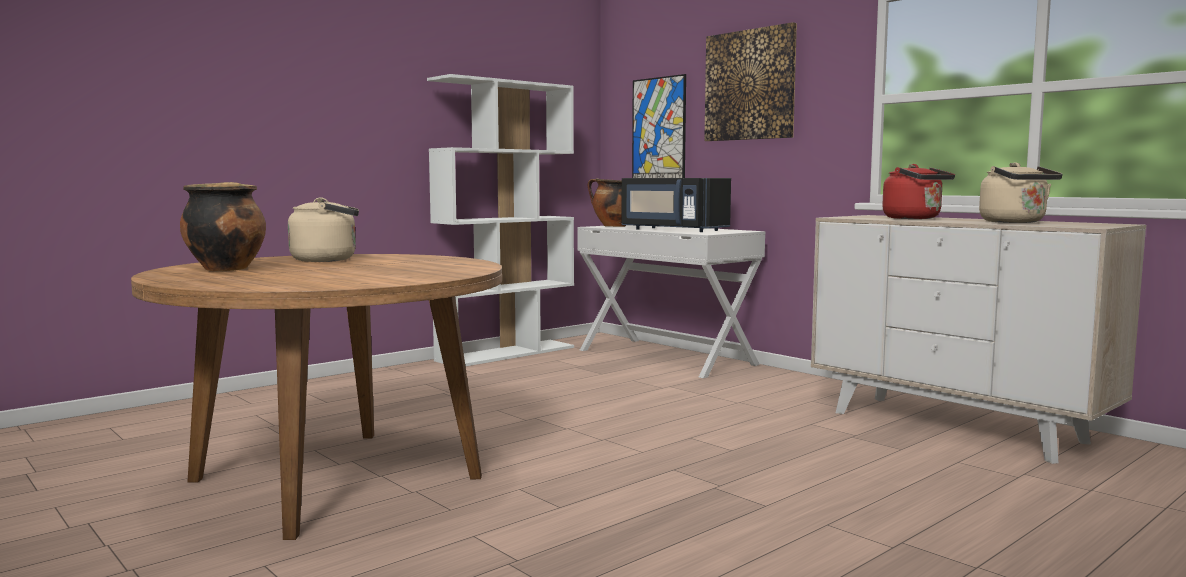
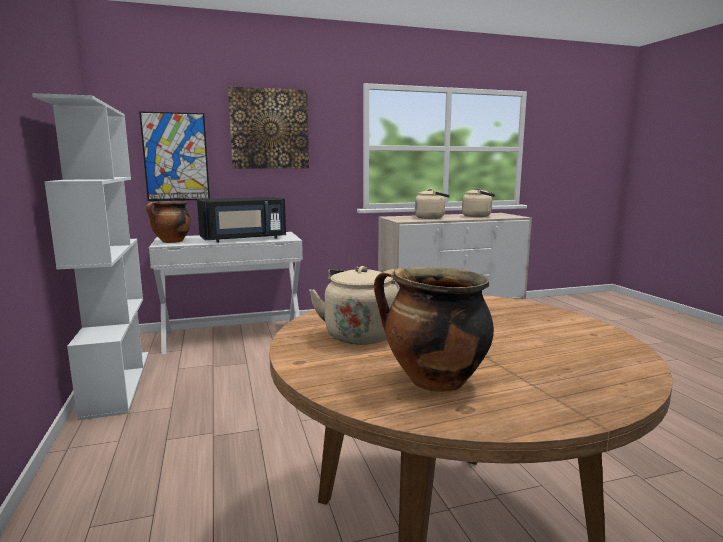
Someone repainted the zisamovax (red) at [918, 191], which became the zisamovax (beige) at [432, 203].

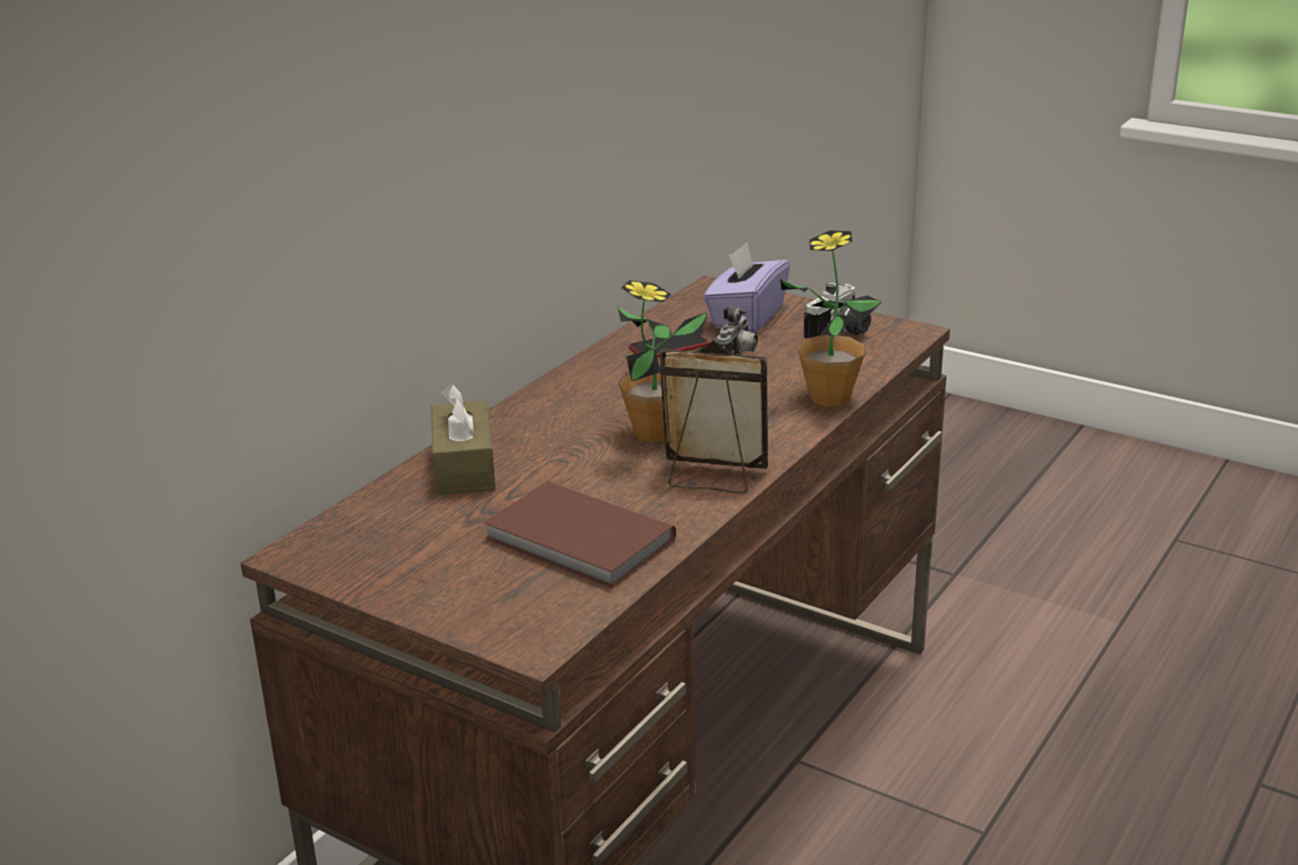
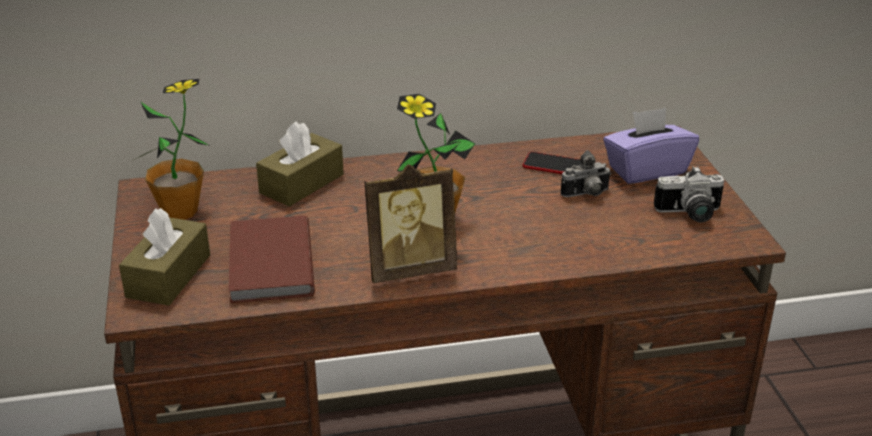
Someone put down the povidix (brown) at [164, 257]. Someone carried the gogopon from [831, 318] to [169, 149]. Someone rotated the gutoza at [714, 416] by 105 degrees clockwise.

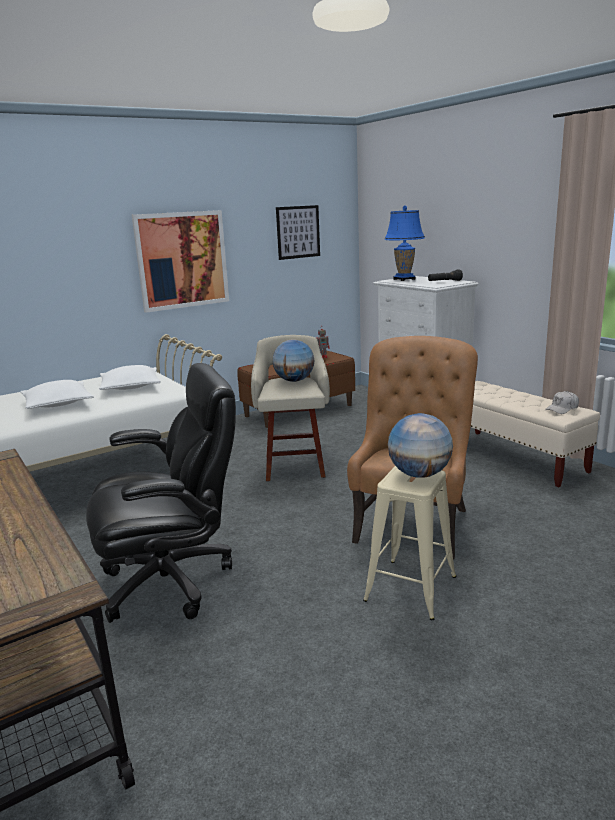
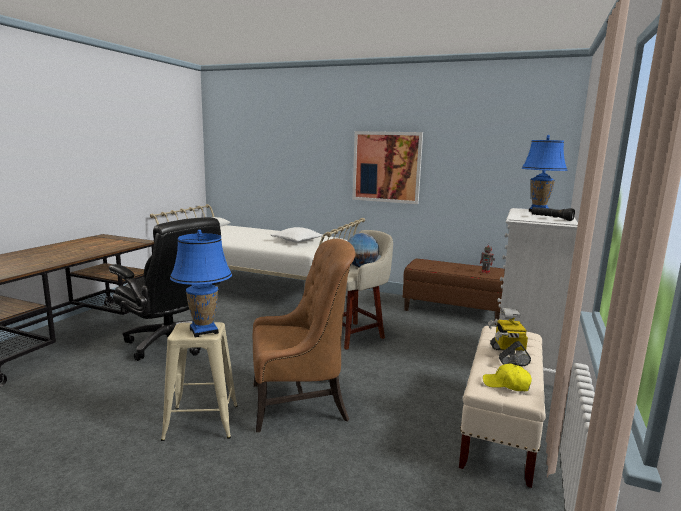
Someone swapped the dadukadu at [420, 445] for the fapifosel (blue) at [201, 283]. Someone repainted the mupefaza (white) at [562, 402], which became the mupefaza (yellow) at [507, 377]. Someone put down the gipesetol at [509, 337]. Someone took away the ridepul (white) at [57, 394]. Someone took away the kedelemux at [298, 232].

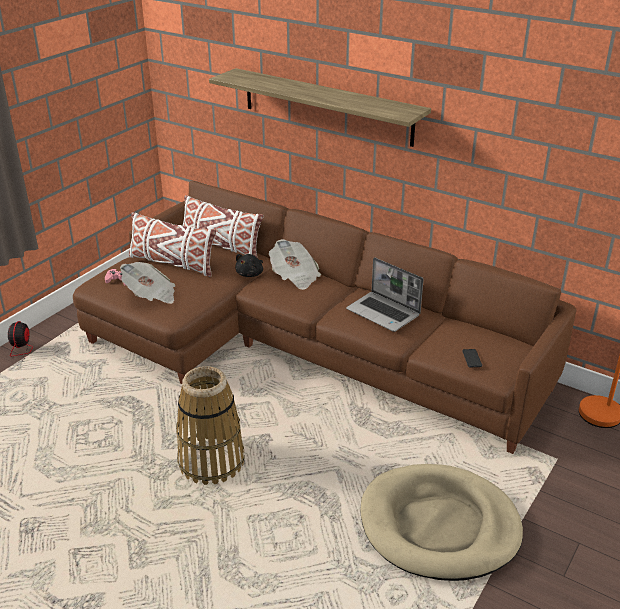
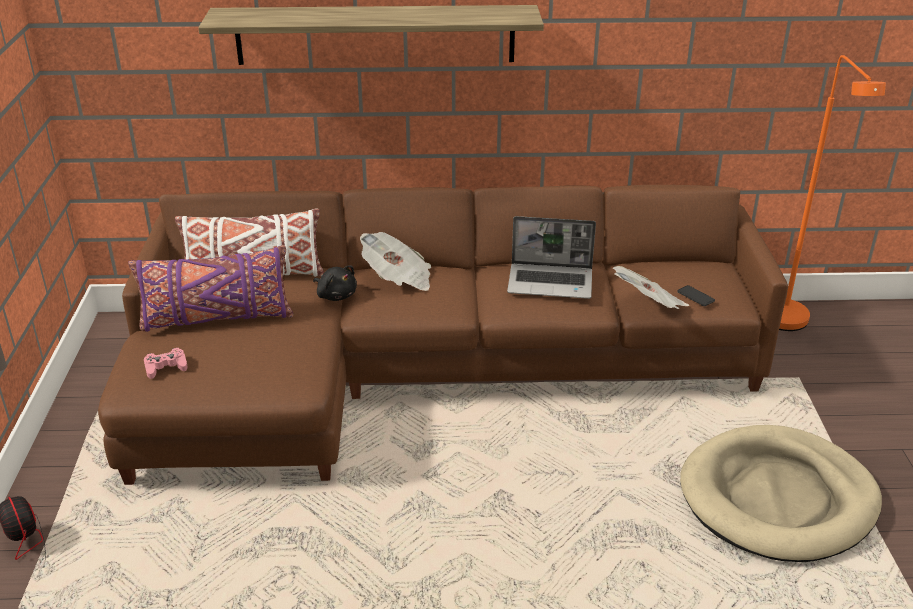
Someone repainted the ridepul (white) at [172, 244], which became the ridepul (purple) at [210, 288]. Someone rotated the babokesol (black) at [249, 265] by 45 degrees counterclockwise. Someone carried the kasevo from [147, 283] to [651, 287]. Someone took away the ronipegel at [210, 425].

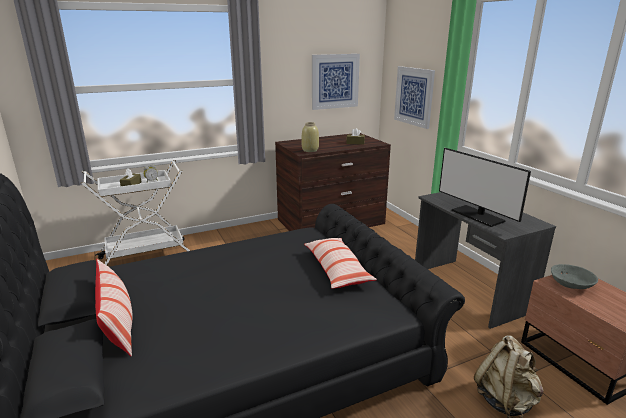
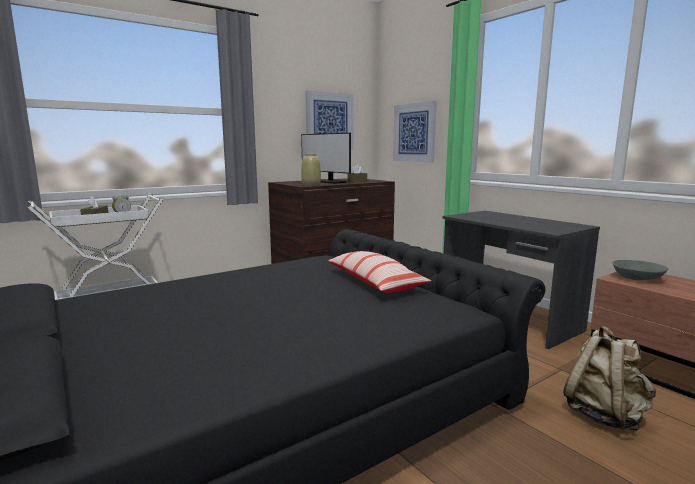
Someone carried the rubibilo from [485, 187] to [326, 158]. Someone took away the ridepul at [114, 307].

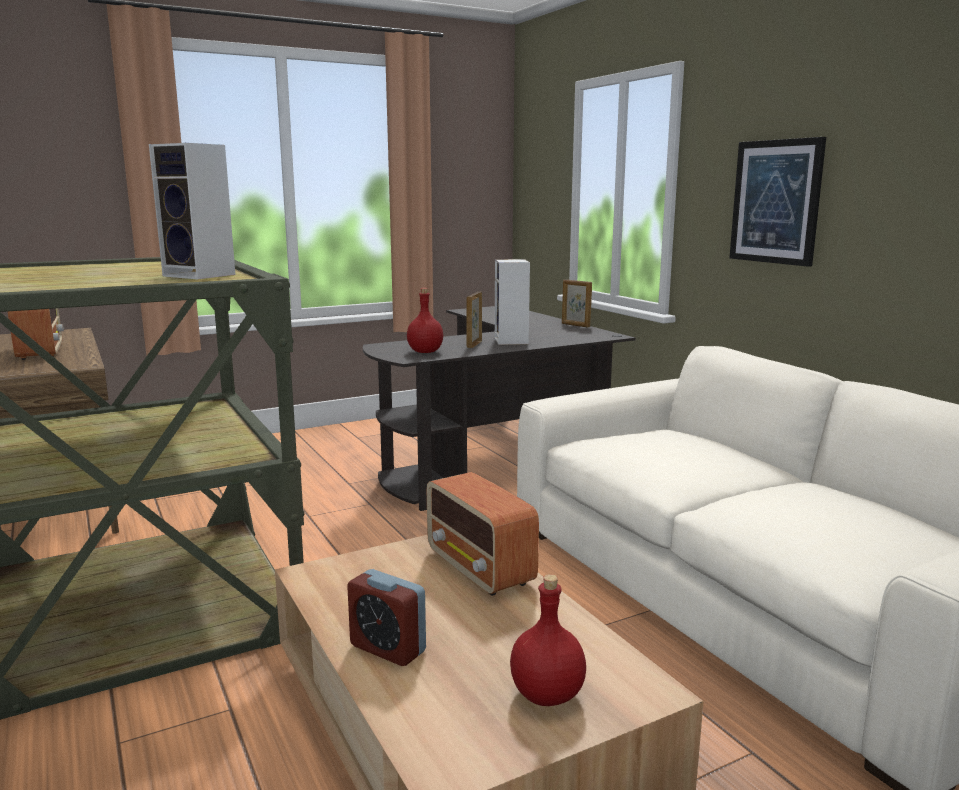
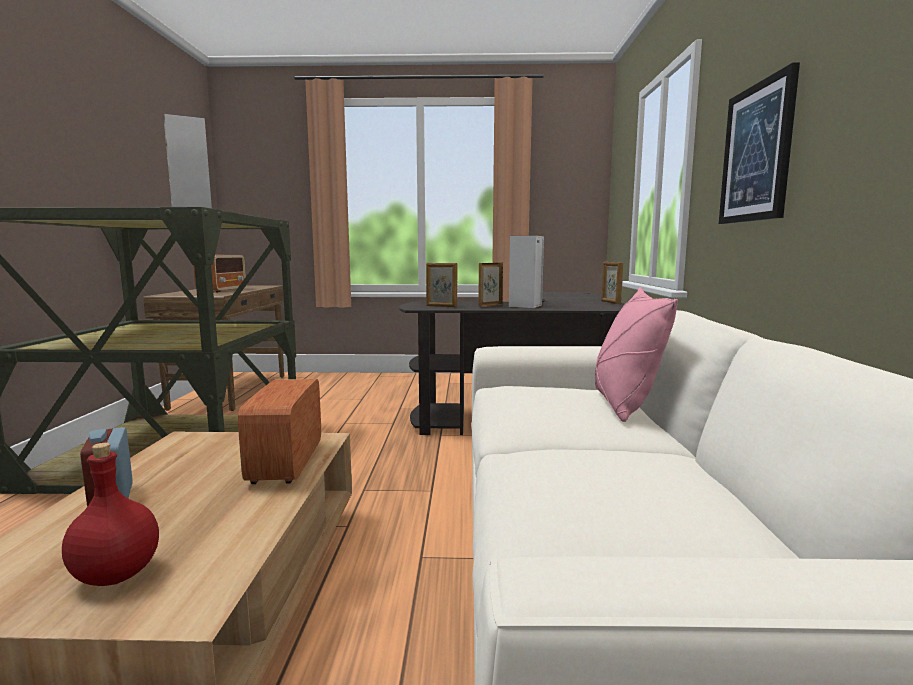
Someone swapped the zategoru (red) at [425, 320] for the gutoza at [441, 285]. Someone put down the ridepul (pink) at [636, 354].

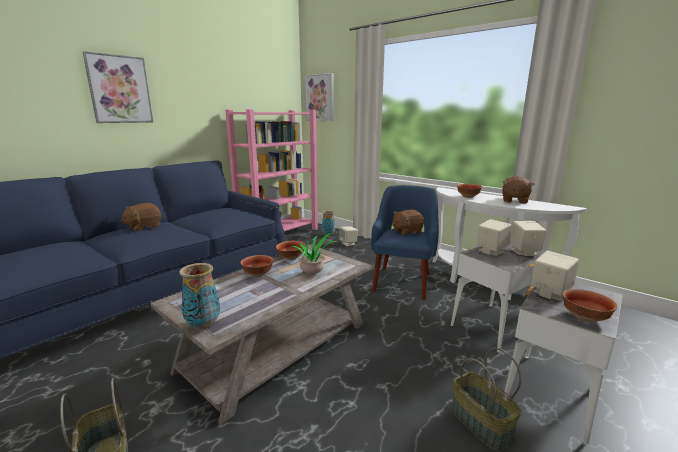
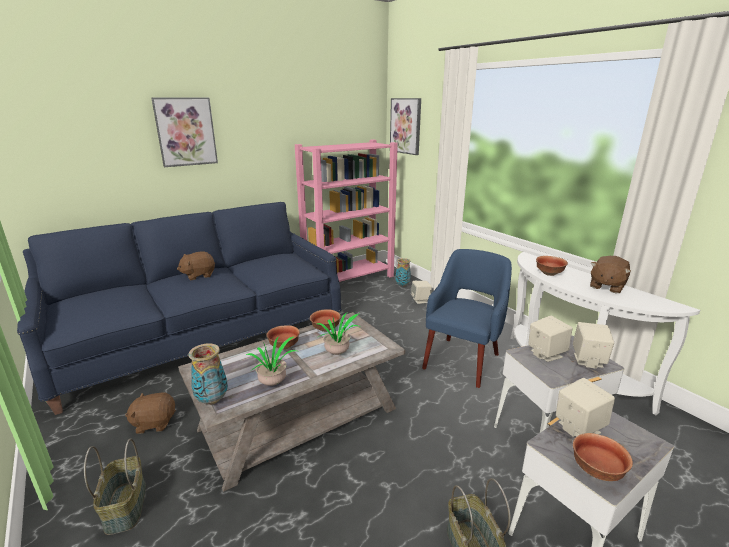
Someone carried the babokesol (brown) from [408, 222] to [150, 413]. Someone put down the gogopon at [271, 361].

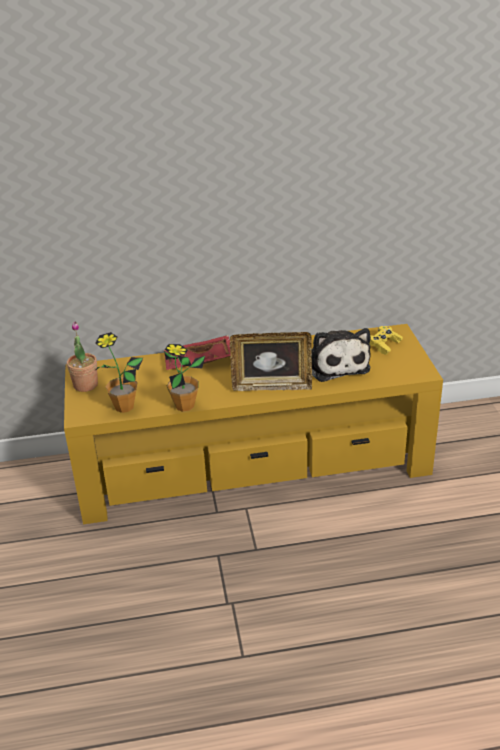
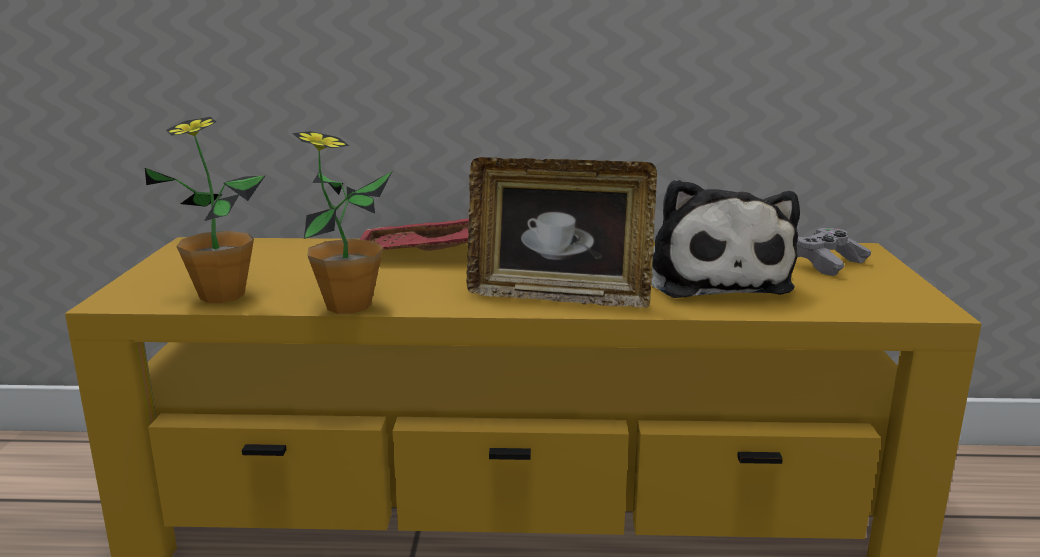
Someone repainted the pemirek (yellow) at [386, 340], which became the pemirek (grey) at [833, 252]. Someone took away the gogopon at [82, 356].

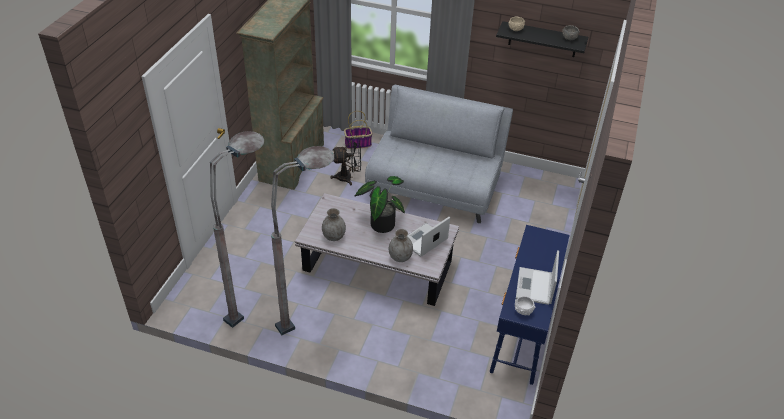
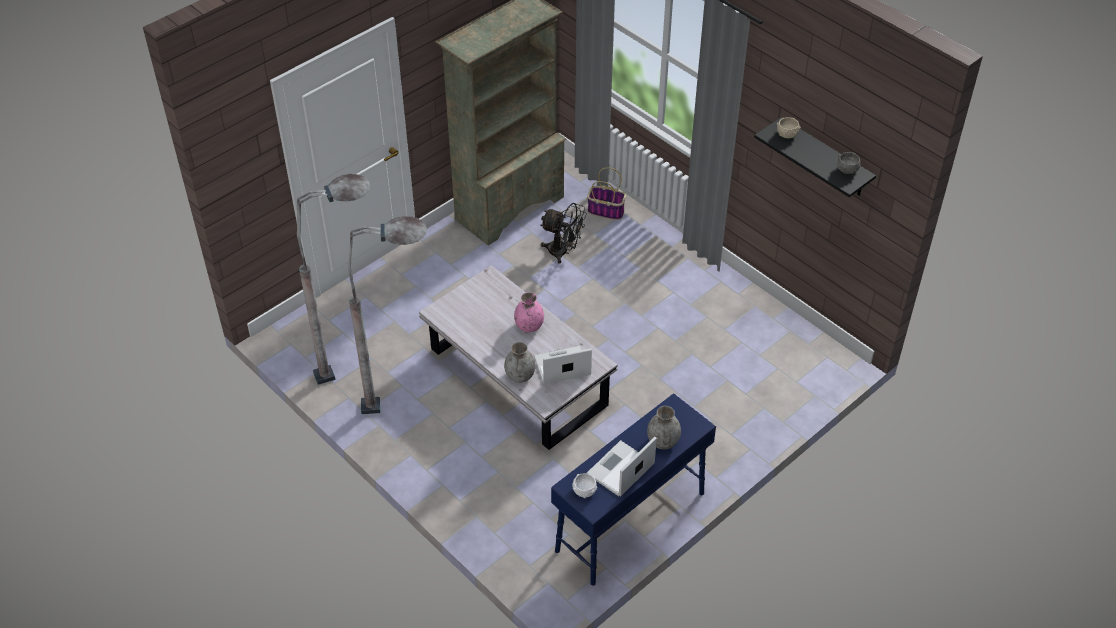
Someone swapped the gogopon at [379, 204] for the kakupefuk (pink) at [529, 312]. Someone carried the kakupefuk (grey) from [334, 224] to [664, 427]. Someone took away the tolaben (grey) at [439, 154].

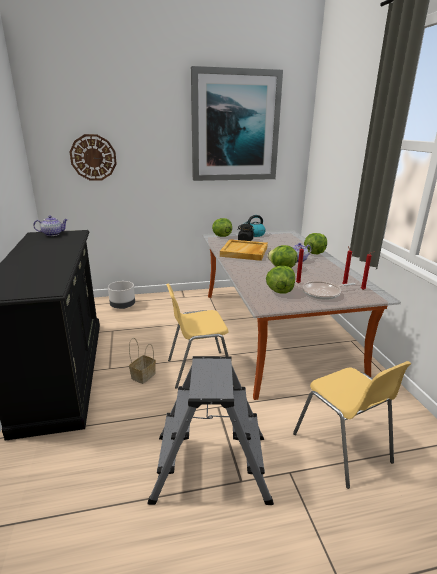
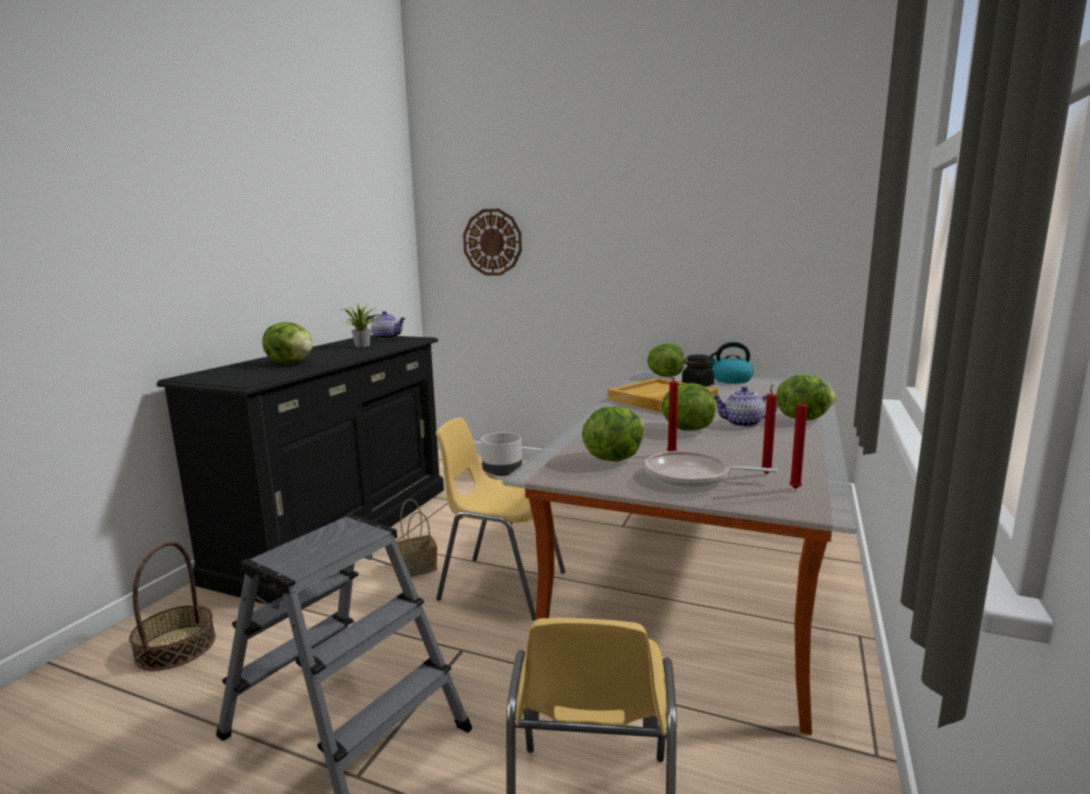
Someone put down the ronipegel at [172, 606]. Someone put down the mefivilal at [287, 343]. Someone put down the gogopon at [362, 325]. Someone took away the kedelemux at [237, 123].

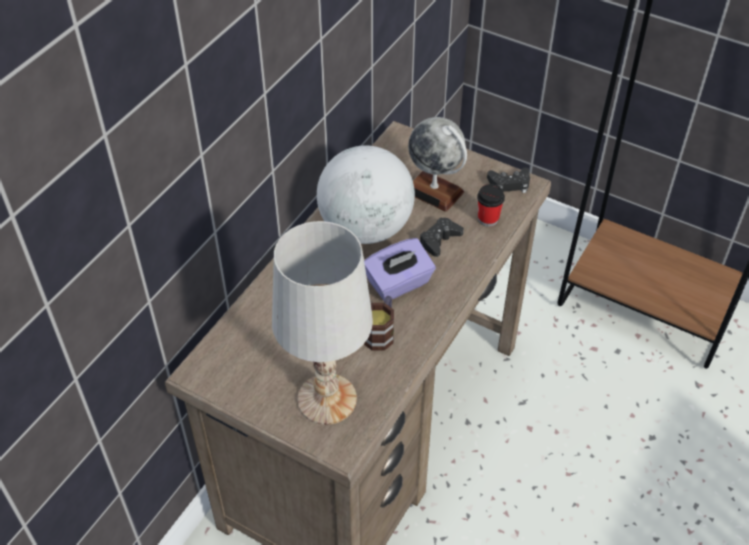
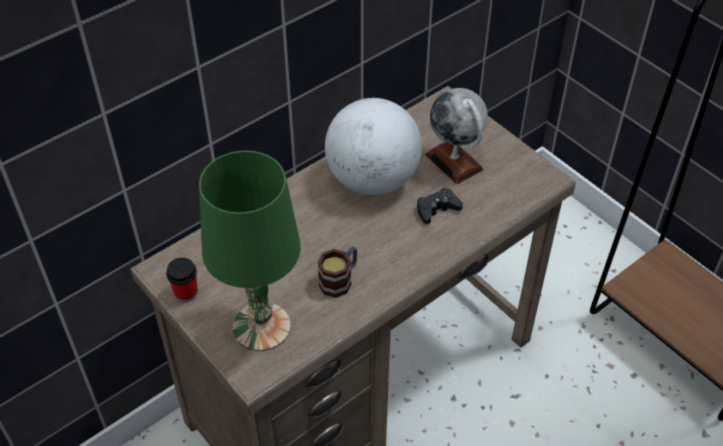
Someone carried the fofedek from [491, 205] to [182, 279]. Someone repainted the fapifosel (white) at [322, 323], which became the fapifosel (green) at [250, 251]. Someone took away the povidix (purple) at [400, 269]. Someone took away the pemirek (black) at [508, 180].

